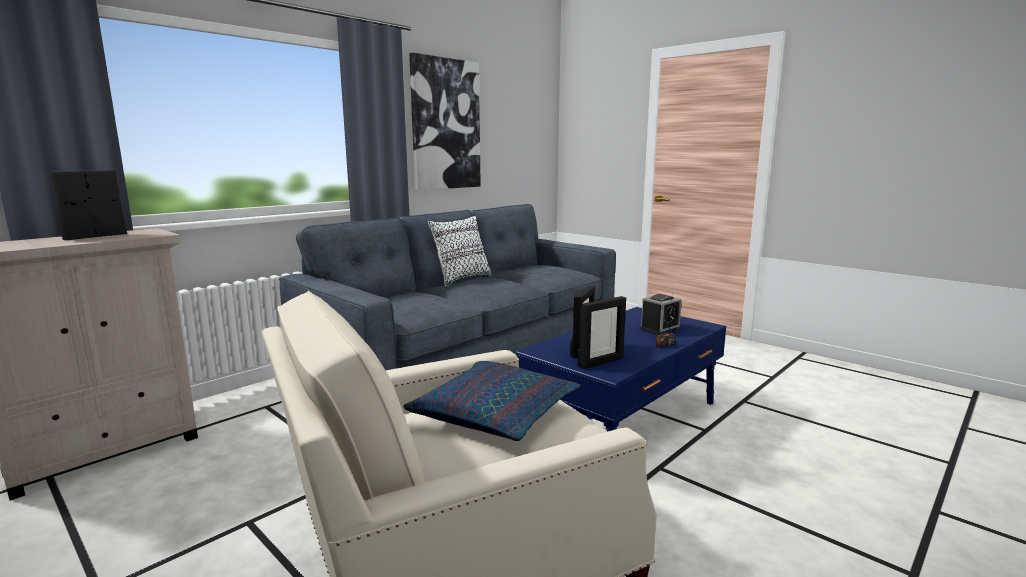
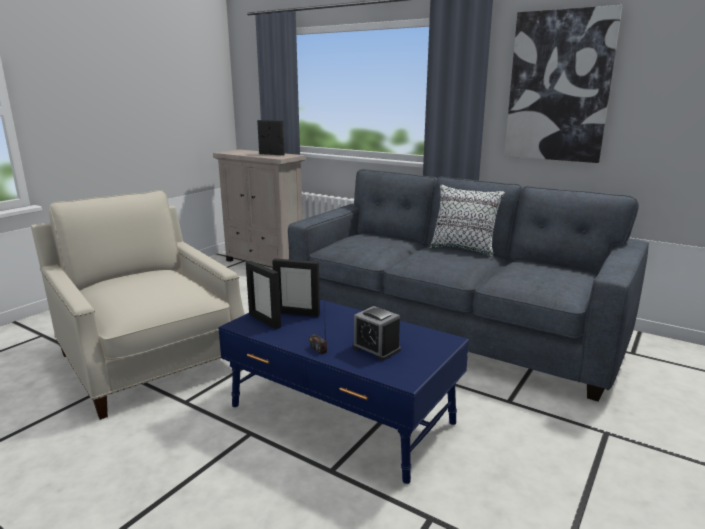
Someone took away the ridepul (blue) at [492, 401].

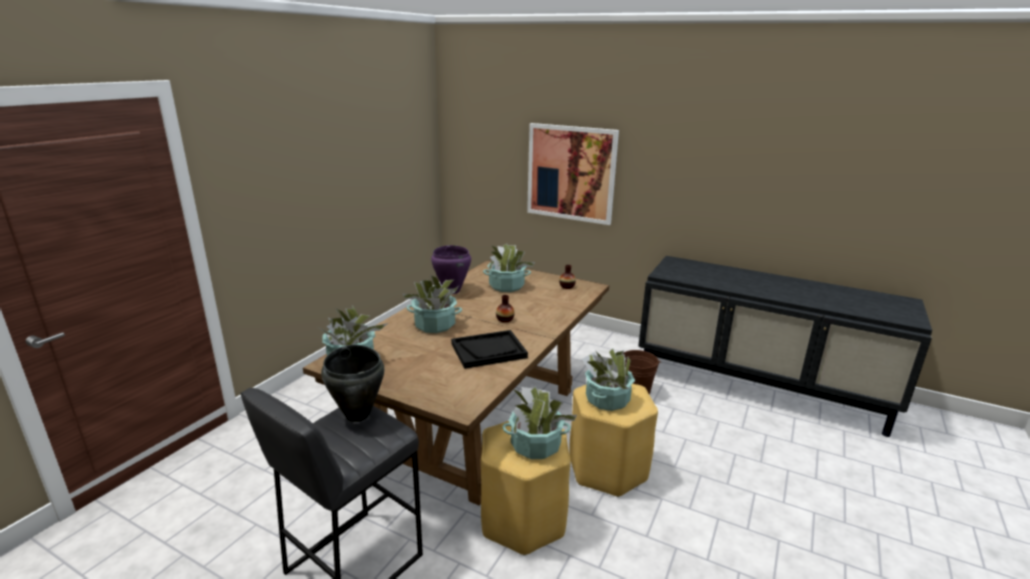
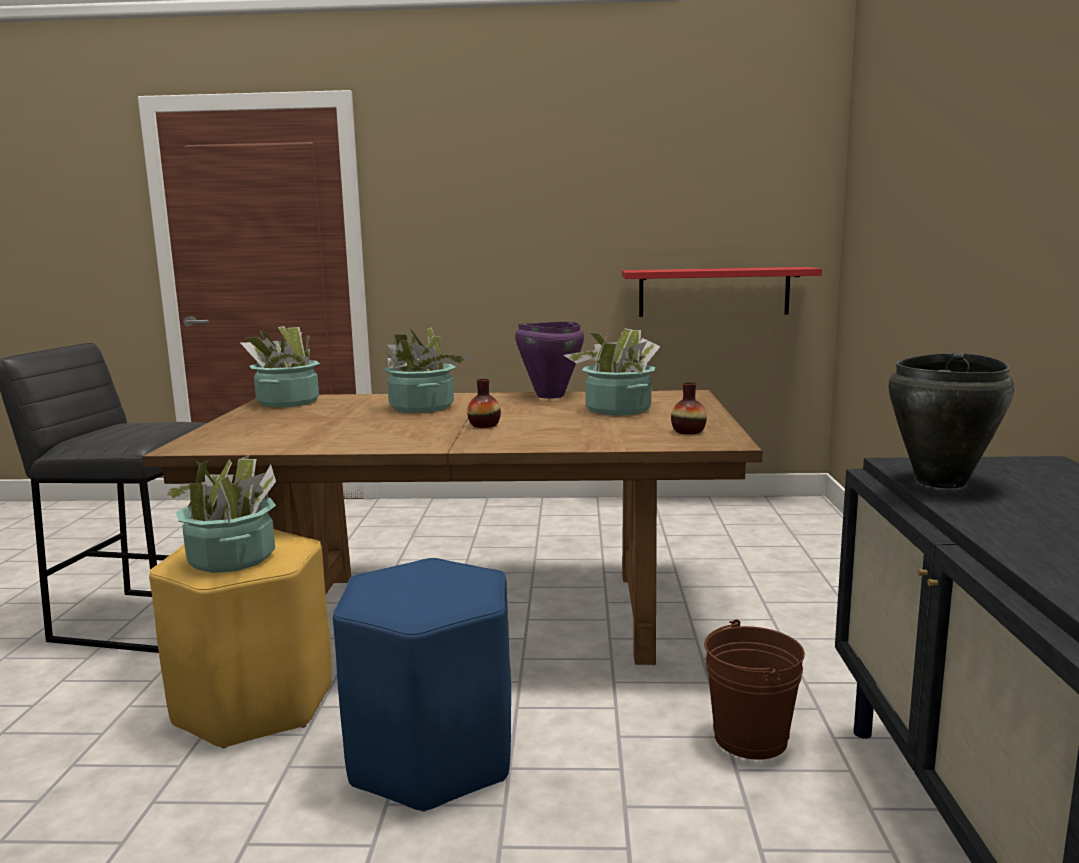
Someone repainted the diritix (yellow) at [613, 440], which became the diritix (blue) at [422, 685]. Someone put up the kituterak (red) at [722, 292]. Someone carried the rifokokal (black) from [352, 383] to [951, 420]. Someone took away the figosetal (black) at [489, 349]. Someone took away the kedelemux at [573, 174]. Someone took away the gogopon at [608, 379].

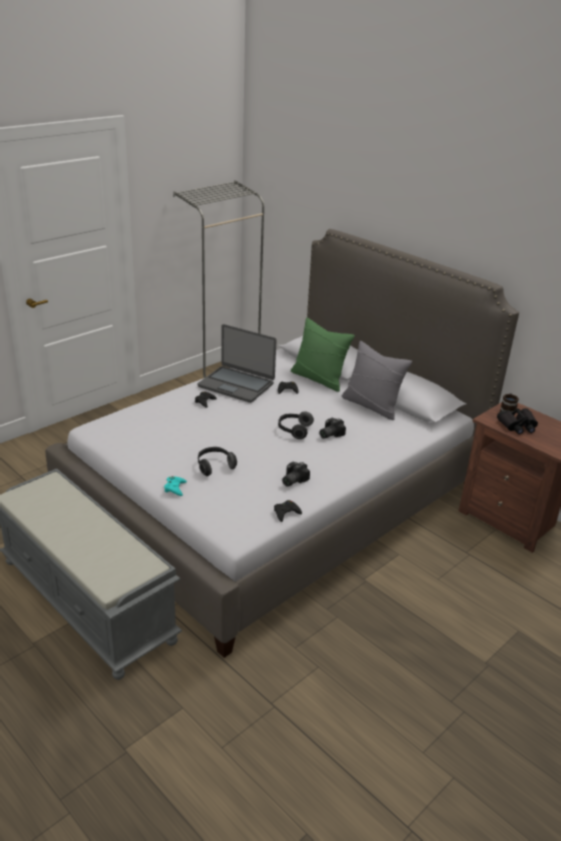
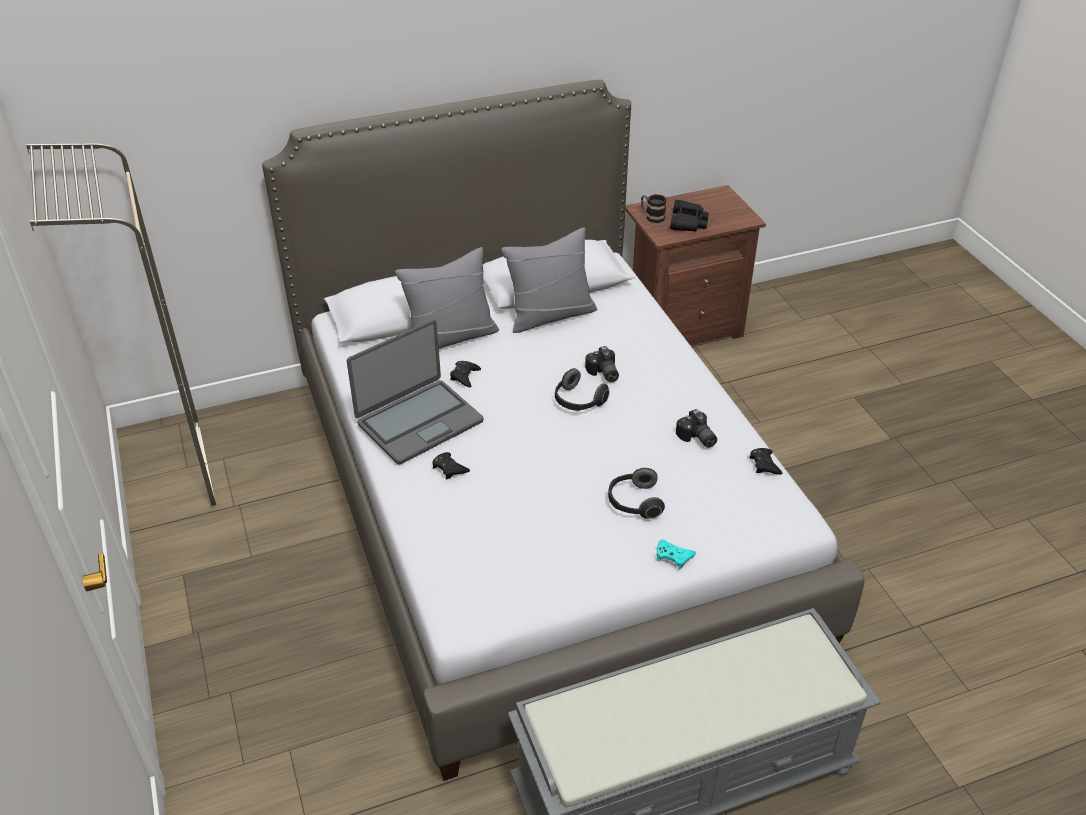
Someone repainted the ridepul (green) at [323, 355], which became the ridepul (grey) at [447, 298].

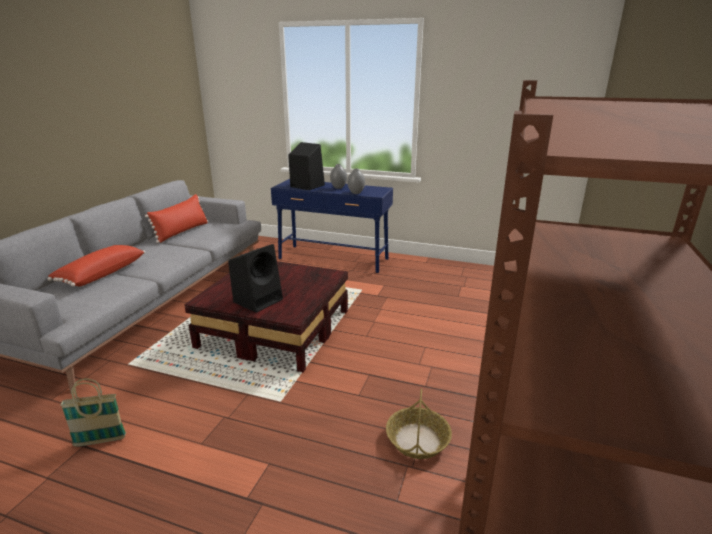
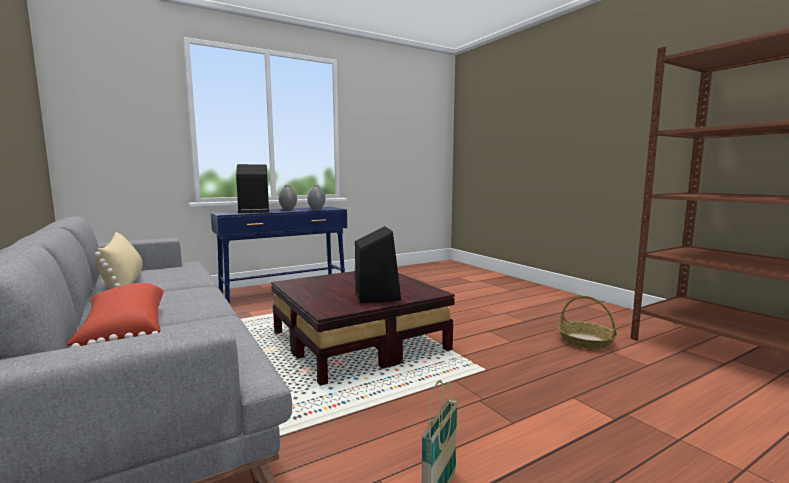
Someone repainted the ridepul (red) at [176, 218], which became the ridepul (beige) at [119, 260].

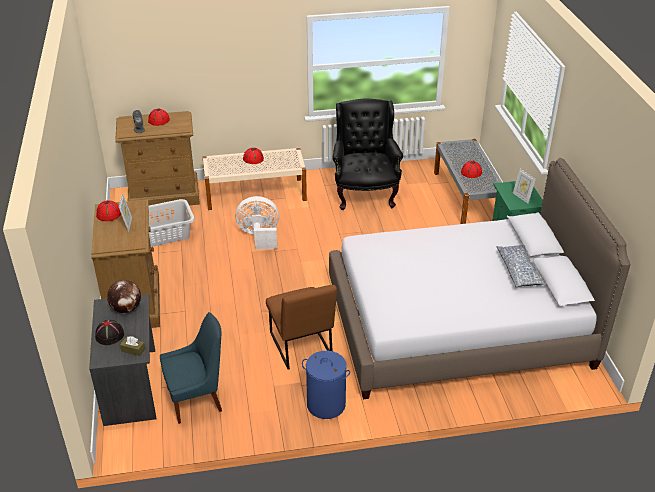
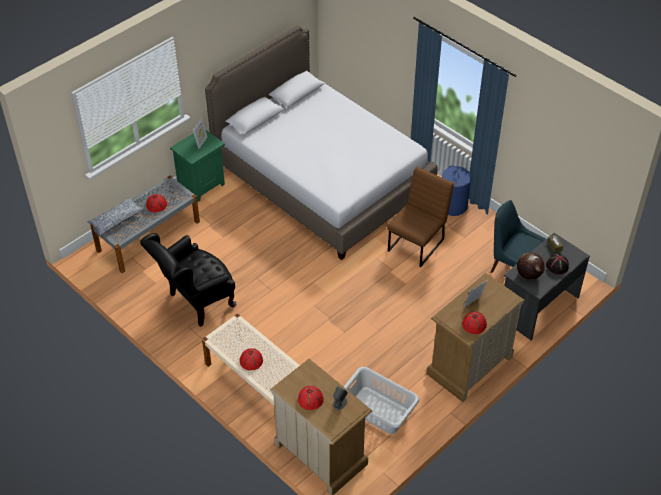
Someone carried the ridepul from [521, 266] to [115, 216]. Someone took away the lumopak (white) at [257, 222].

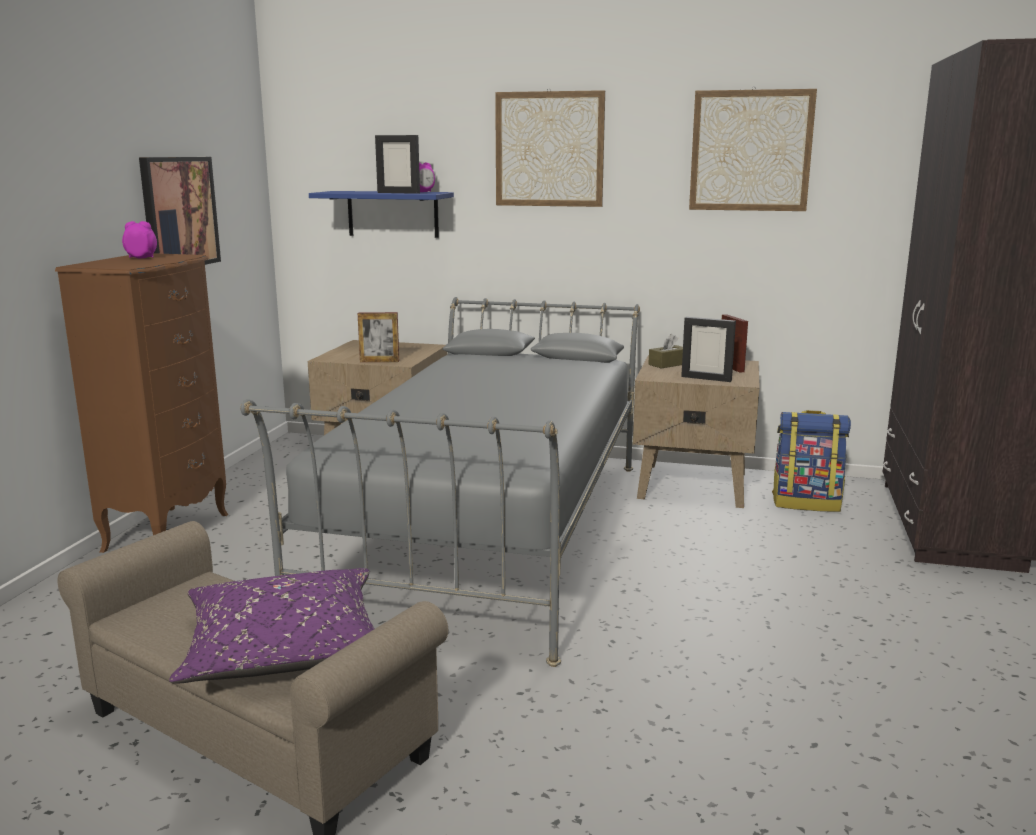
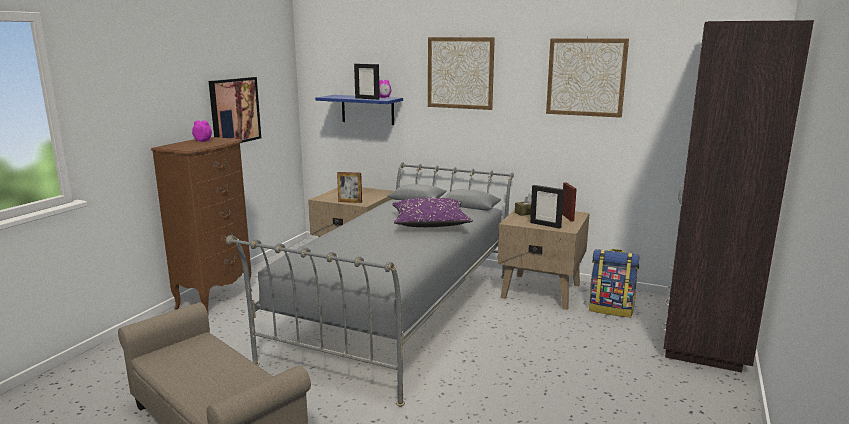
Someone carried the ridepul (purple) from [271, 626] to [432, 212].

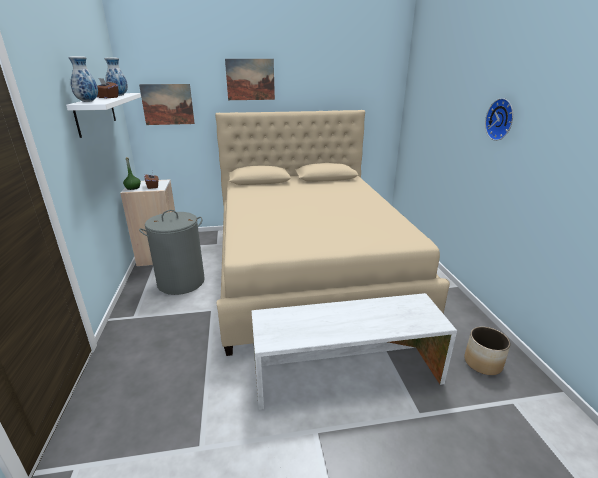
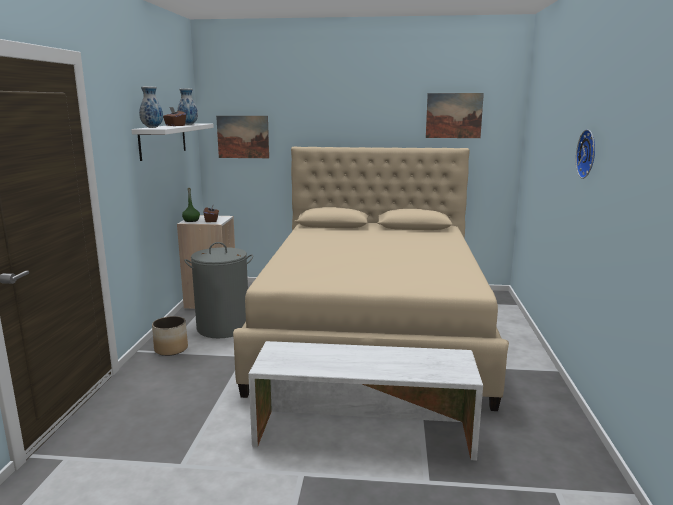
Someone carried the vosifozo from [487, 351] to [170, 336]. Someone carried the kedelemux from [250, 79] to [455, 115].

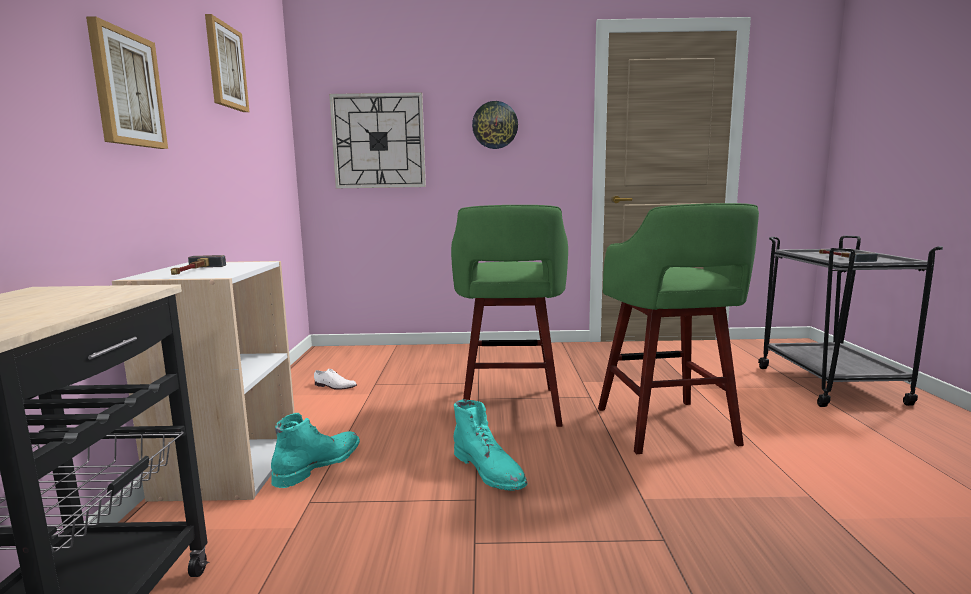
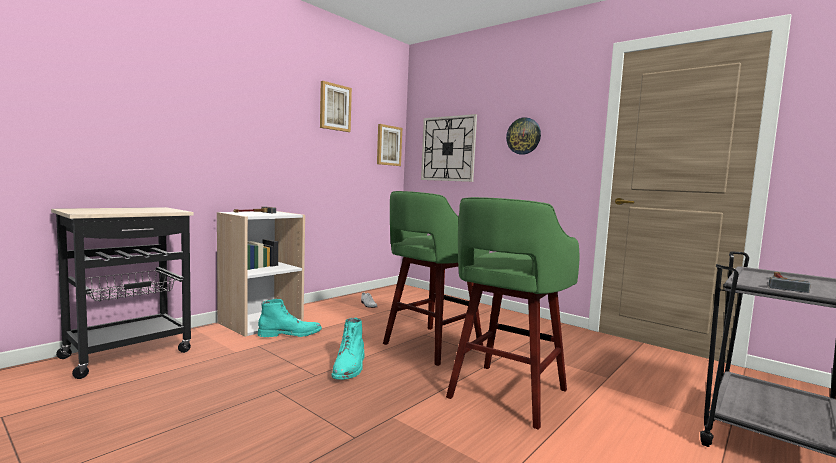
Someone carried the kedelemux from [127, 82] to [389, 145].

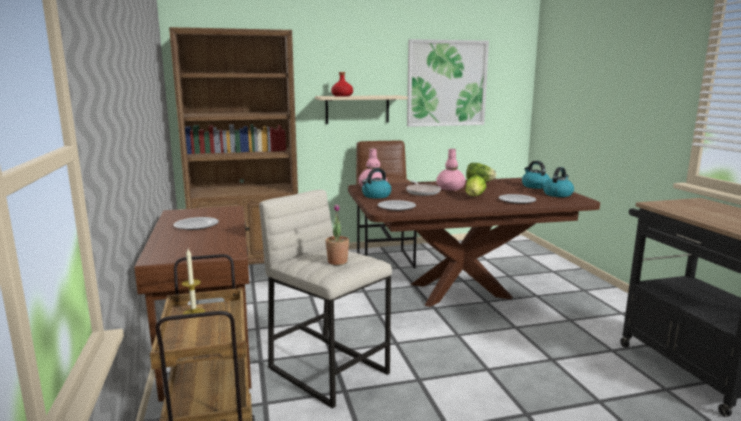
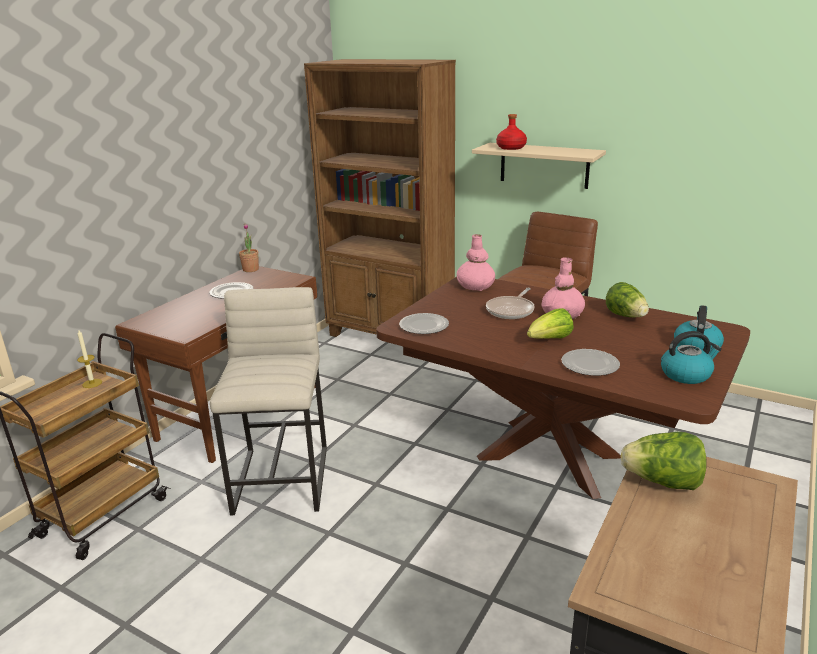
Someone carried the gogopon from [337, 234] to [249, 248]. Someone put down the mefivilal at [663, 461]. Someone took away the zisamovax at [377, 183]. Someone took away the kedelemux at [448, 83].

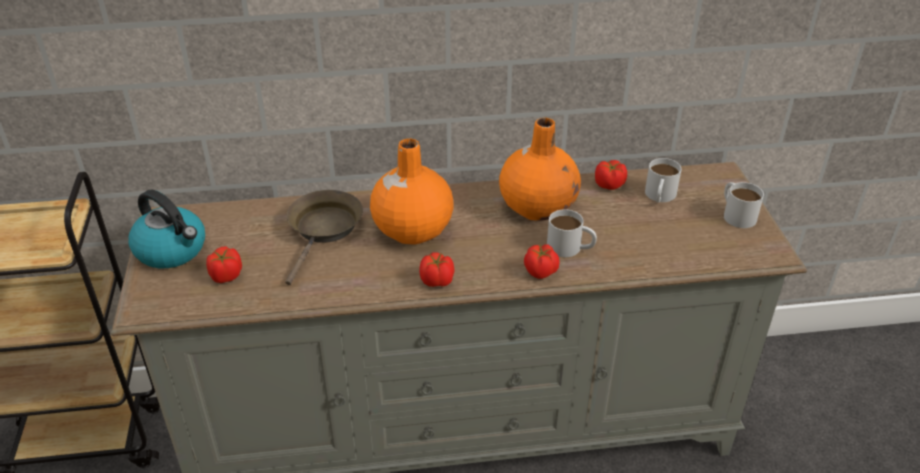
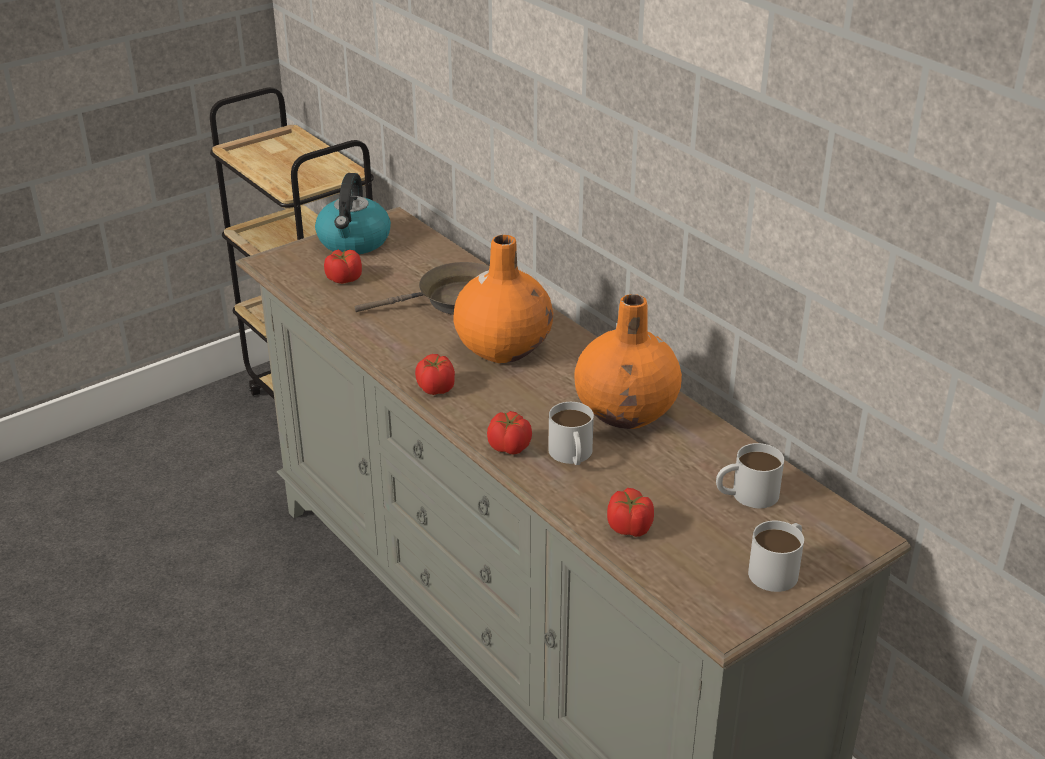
Someone carried the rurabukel from [611, 175] to [630, 512].

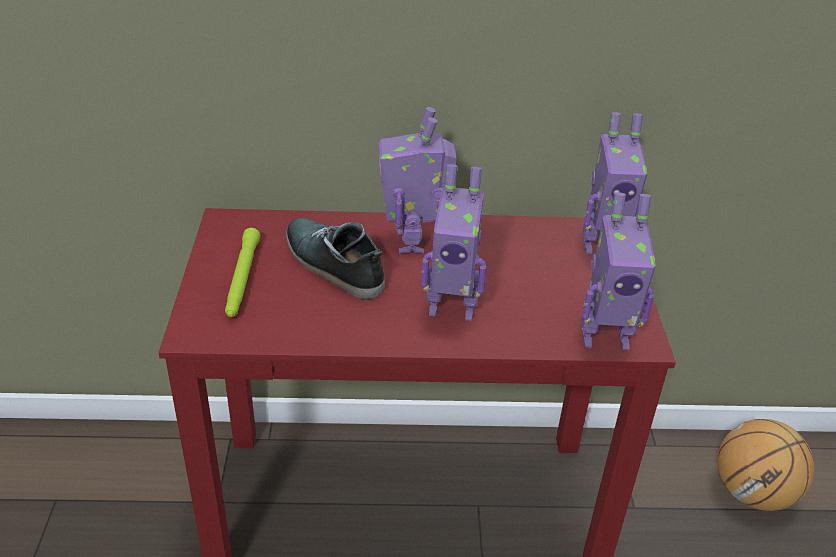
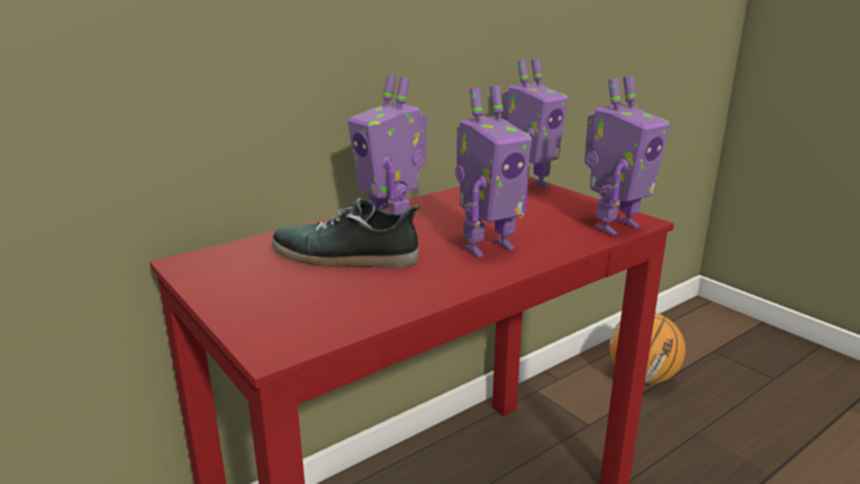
Someone took away the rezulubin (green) at [242, 272].

